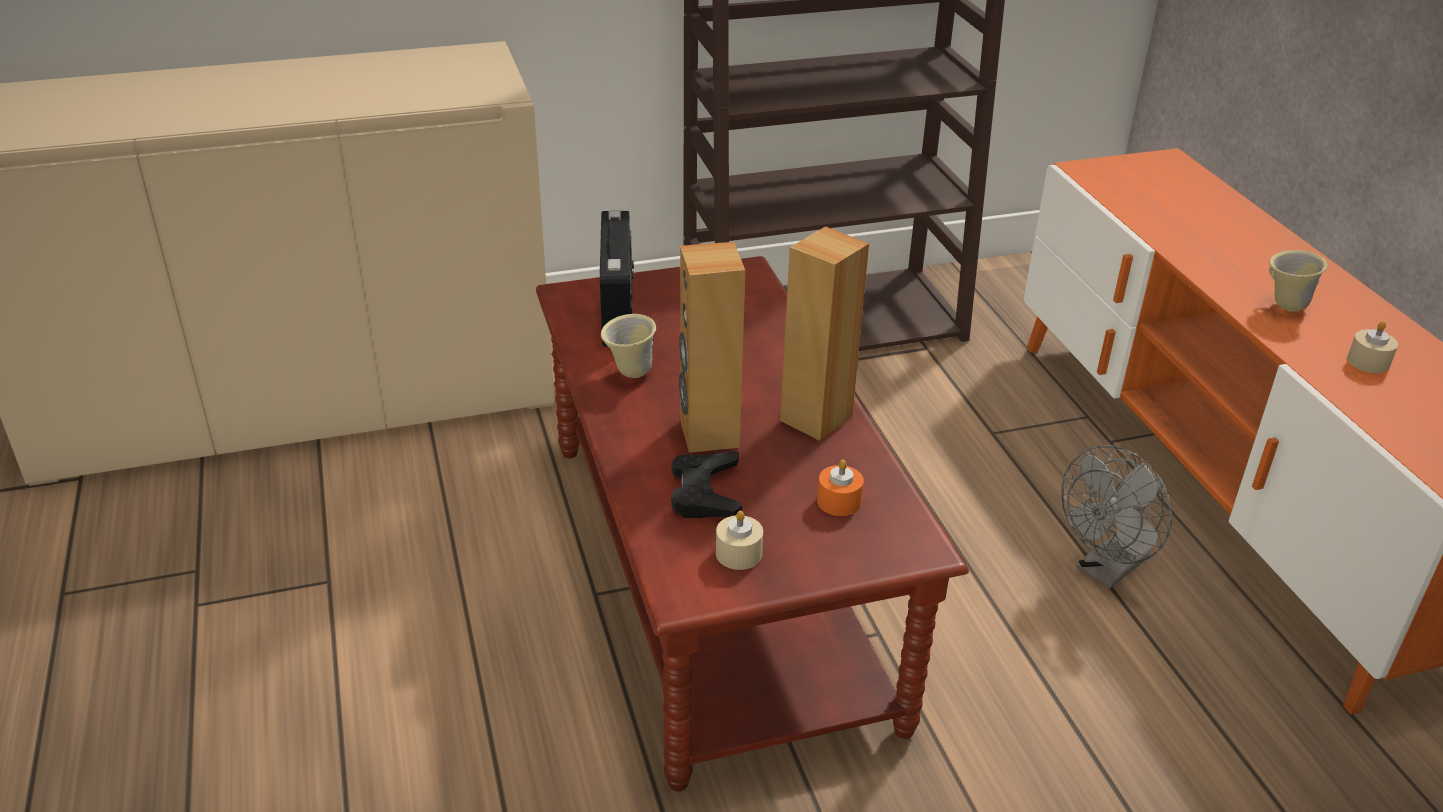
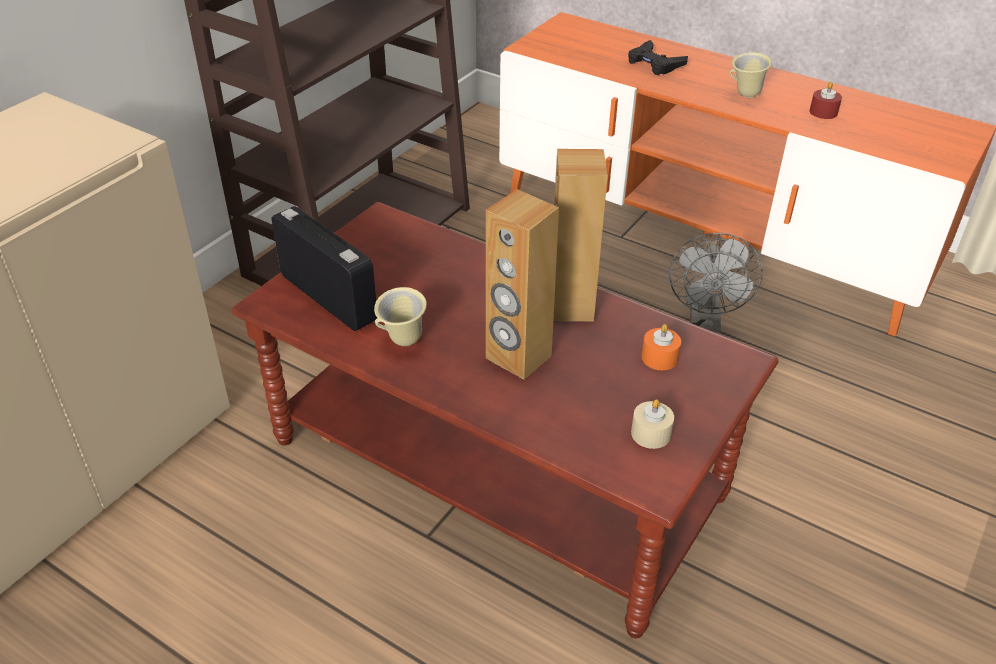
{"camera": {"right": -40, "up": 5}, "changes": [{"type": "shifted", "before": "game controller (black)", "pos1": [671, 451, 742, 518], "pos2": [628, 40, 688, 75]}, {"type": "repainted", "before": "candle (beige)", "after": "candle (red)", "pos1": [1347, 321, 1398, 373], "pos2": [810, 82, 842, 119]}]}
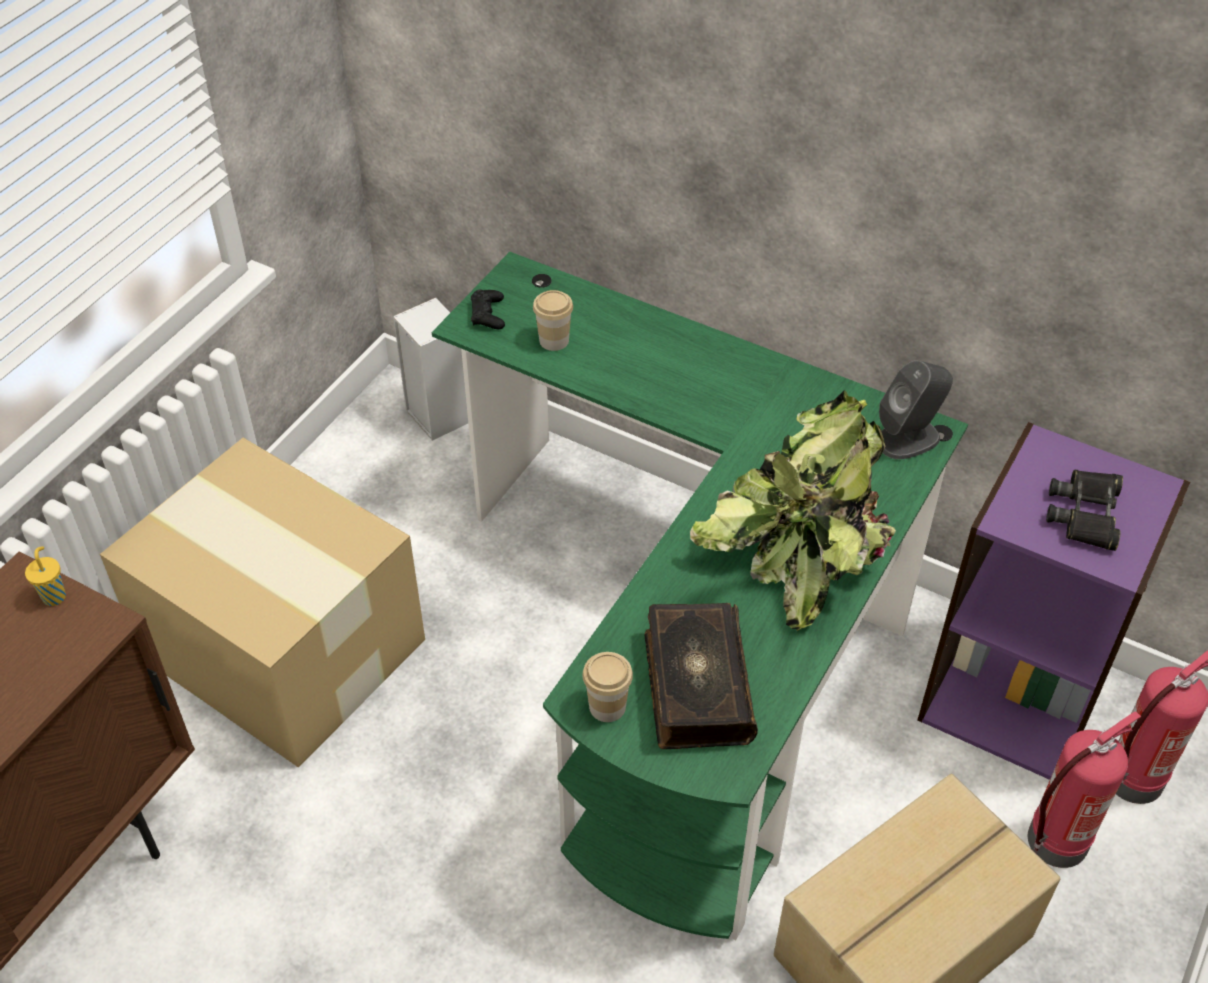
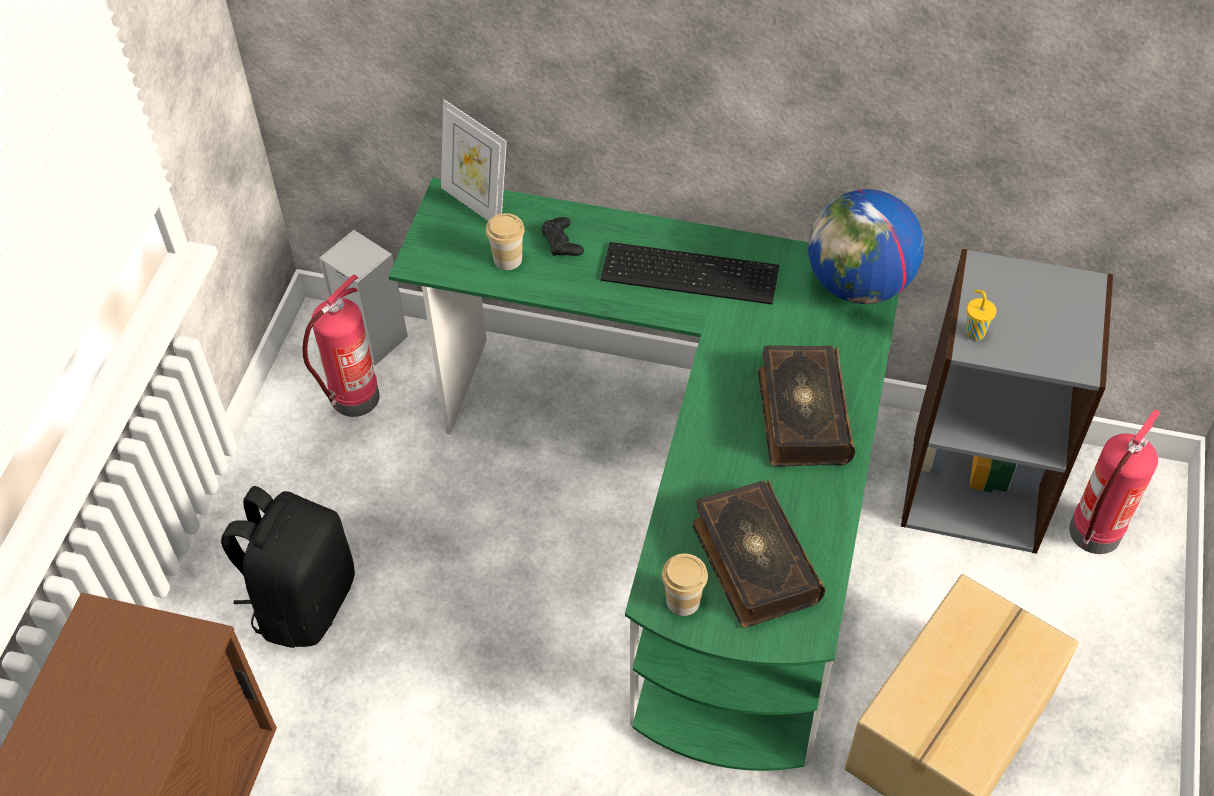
{"camera": {"right": -15, "up": 5}, "changes": [{"type": "swapped", "before": "cardboard box", "after": "backpack (black)", "pos1": [100, 438, 425, 768], "pos2": [221, 486, 355, 648]}, {"type": "shifted", "before": "fire extinguisher", "pos1": [1027, 711, 1141, 868], "pos2": [303, 274, 380, 417]}, {"type": "new", "after": "picture frame", "pos2": [441, 100, 507, 221]}, {"type": "shifted", "before": "game controller (black)", "pos1": [471, 289, 505, 329], "pos2": [541, 217, 584, 257]}, {"type": "new", "after": "keyboard", "pos2": [601, 242, 779, 304]}, {"type": "swapped", "before": "potted plant", "after": "book", "pos1": [690, 390, 896, 631], "pos2": [758, 345, 855, 467]}, {"type": "swapped", "before": "speaker (grey)", "after": "globe", "pos1": [879, 360, 953, 459], "pos2": [808, 189, 924, 304]}, {"type": "repainted", "before": "bookcase (purple)", "after": "bookcase (grey)", "pos1": [918, 422, 1190, 780], "pos2": [901, 249, 1113, 554]}, {"type": "shifted", "before": "cup (yellow)", "pos1": [25, 546, 66, 606], "pos2": [965, 290, 996, 341]}, {"type": "gone", "before": "binoculars (black)", "pos1": [1046, 470, 1123, 551]}]}
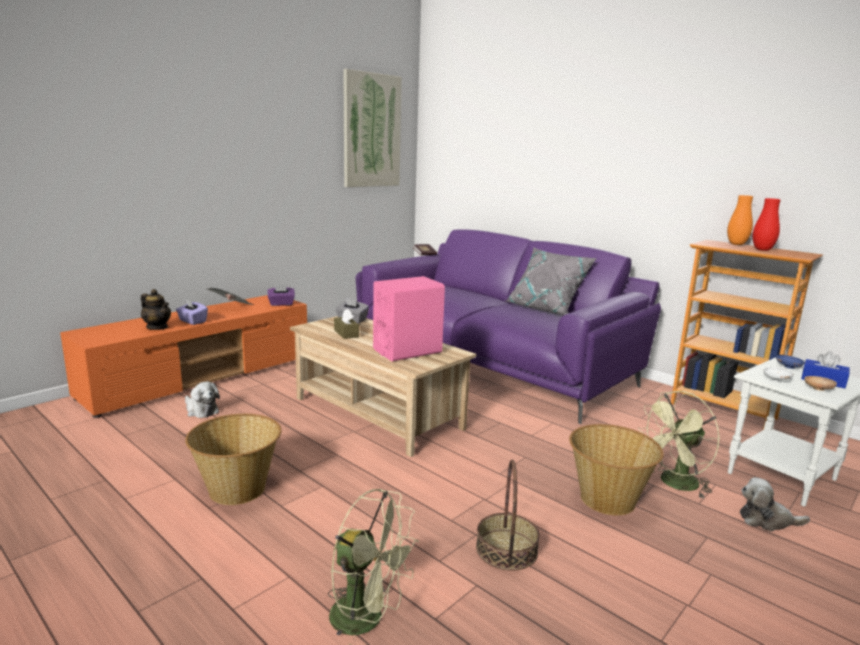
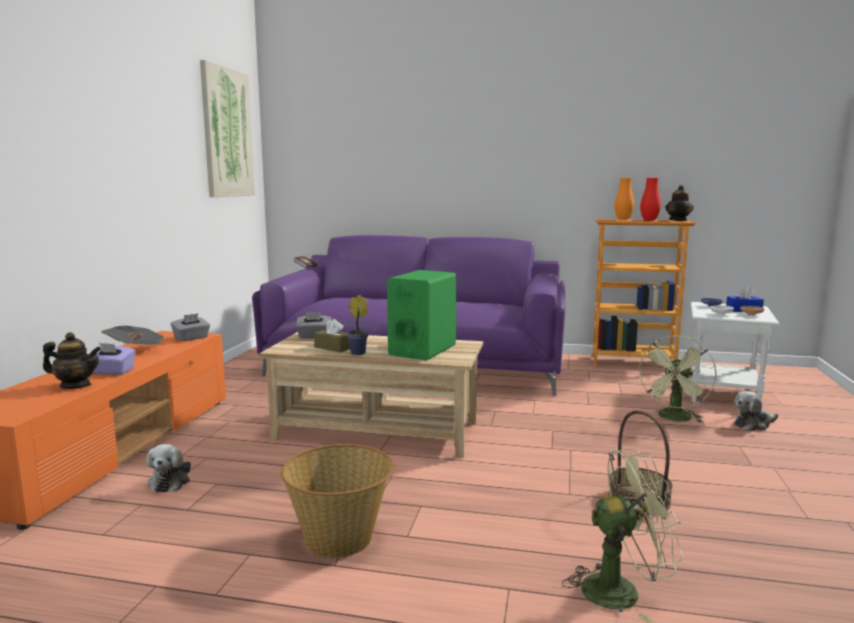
{"camera": {"right": -30, "up": -5}, "changes": [{"type": "rotated", "before": "plush toy", "pos1": [185, 382, 220, 418], "pos2": [147, 444, 191, 493], "turn": 75}, {"type": "repainted", "before": "tissue box (purple)", "after": "tissue box (grey)", "pos1": [268, 285, 295, 306], "pos2": [171, 313, 210, 342]}, {"type": "new", "after": "potted plant", "pos2": [347, 295, 369, 355]}, {"type": "repainted", "before": "speaker (pink)", "after": "speaker (green)", "pos1": [373, 276, 445, 361], "pos2": [387, 270, 456, 360]}, {"type": "new", "after": "teapot", "pos2": [665, 185, 693, 221]}, {"type": "gone", "before": "pillow (grey)", "pos1": [506, 247, 597, 316]}, {"type": "gone", "before": "basket", "pos1": [569, 424, 664, 515]}]}
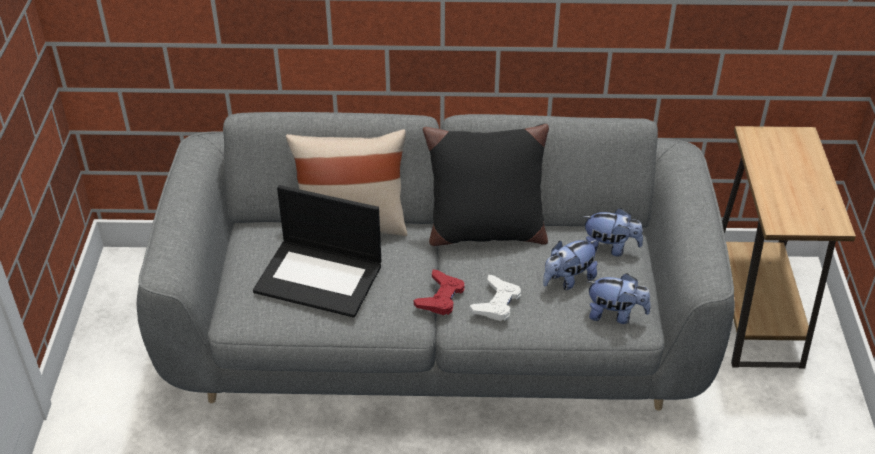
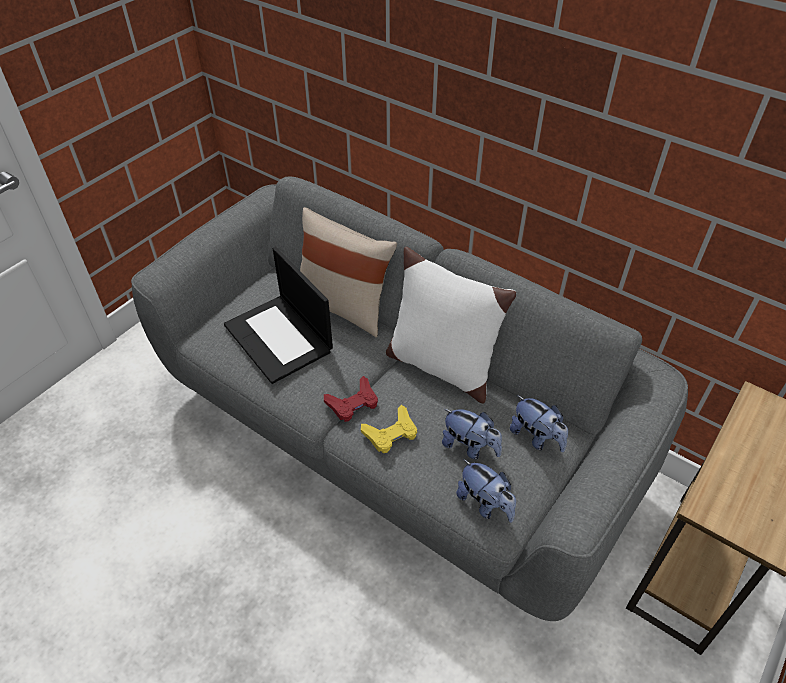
{"camera": {"right": 35, "up": 5}, "changes": [{"type": "repainted", "before": "game controller (white)", "after": "game controller (yellow)", "pos1": [470, 275, 521, 321], "pos2": [361, 405, 417, 453]}, {"type": "repainted", "before": "pillow (black)", "after": "pillow (white)", "pos1": [423, 124, 549, 246], "pos2": [386, 247, 516, 404]}, {"type": "rotated", "before": "plush toy", "pos1": [543, 240, 598, 290], "pos2": [442, 409, 502, 459], "turn": -150}]}
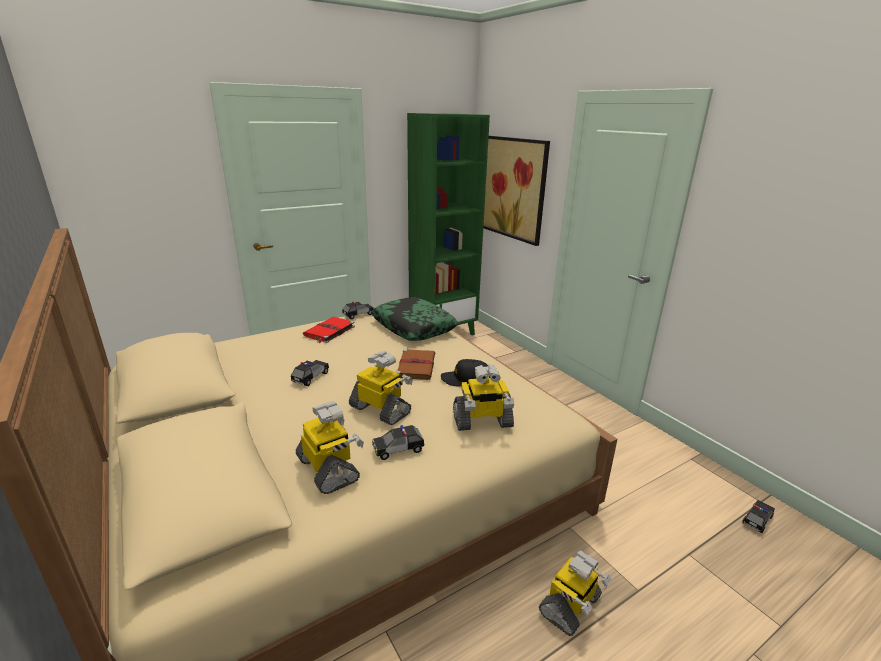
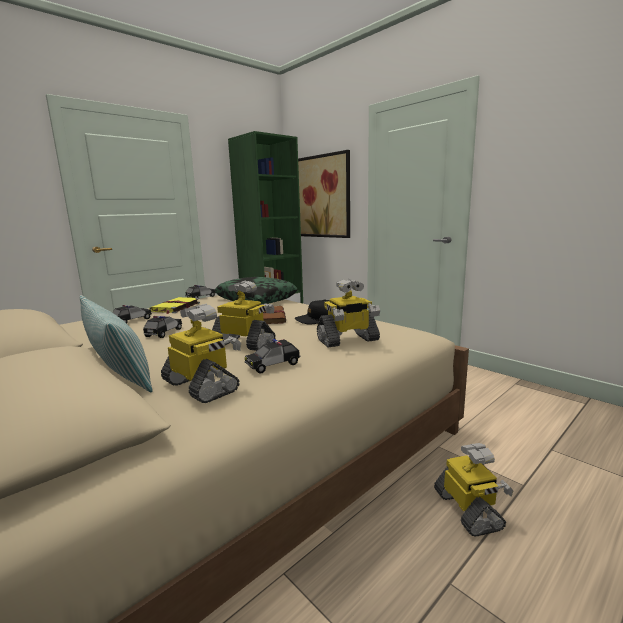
{"camera": {"right": -10, "up": -10}, "changes": [{"type": "new", "after": "pillow", "pos2": [79, 295, 152, 392]}, {"type": "shifted", "before": "toy car", "pos1": [742, 500, 775, 533], "pos2": [112, 305, 152, 323]}, {"type": "repainted", "before": "book (red)", "after": "book (yellow)", "pos1": [303, 317, 355, 343], "pos2": [149, 297, 200, 314]}, {"type": "rotated", "before": "toy robot", "pos1": [539, 550, 612, 636], "pos2": [434, 443, 513, 537], "turn": -45}]}
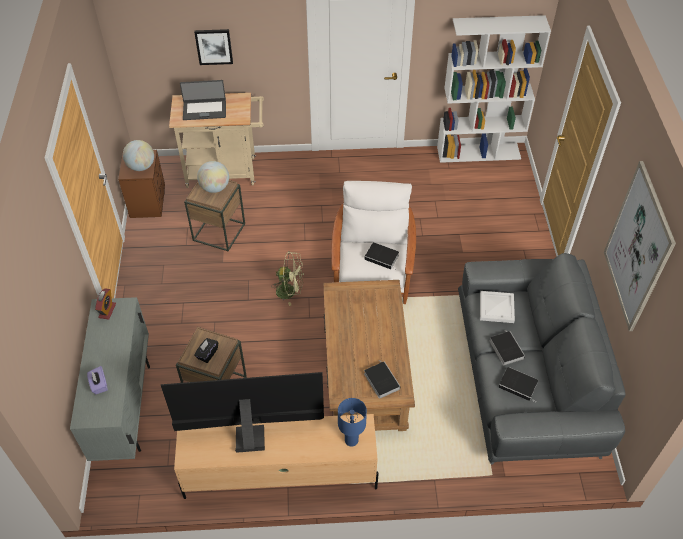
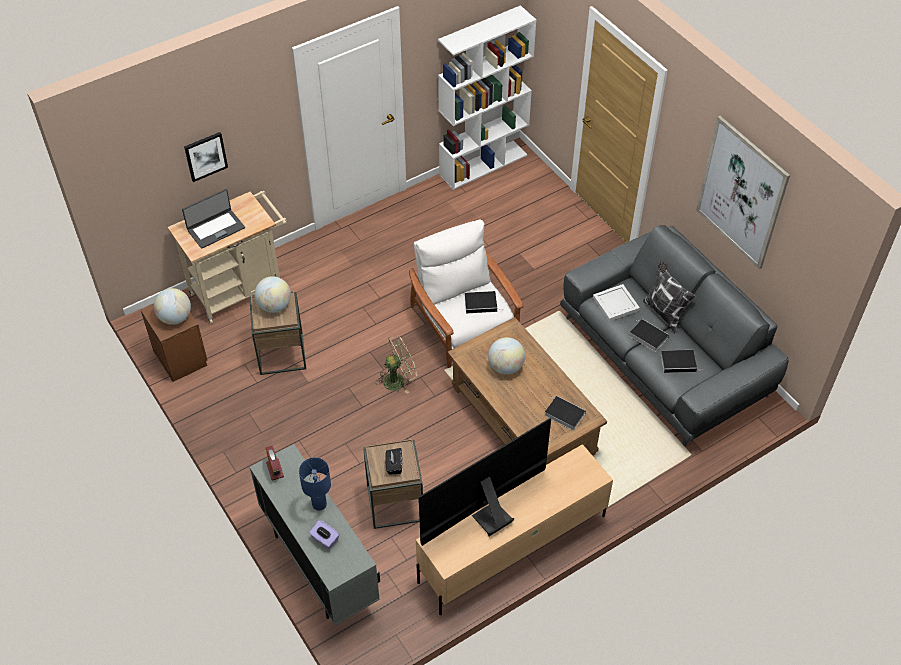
{"camera": {"right": -30, "up": 0}, "changes": [{"type": "shifted", "before": "table lamp (blue)", "pos1": [338, 398, 367, 447], "pos2": [299, 458, 331, 511]}, {"type": "new", "after": "globe", "pos2": [488, 337, 525, 375]}, {"type": "new", "after": "pillow", "pos2": [643, 260, 695, 333]}]}
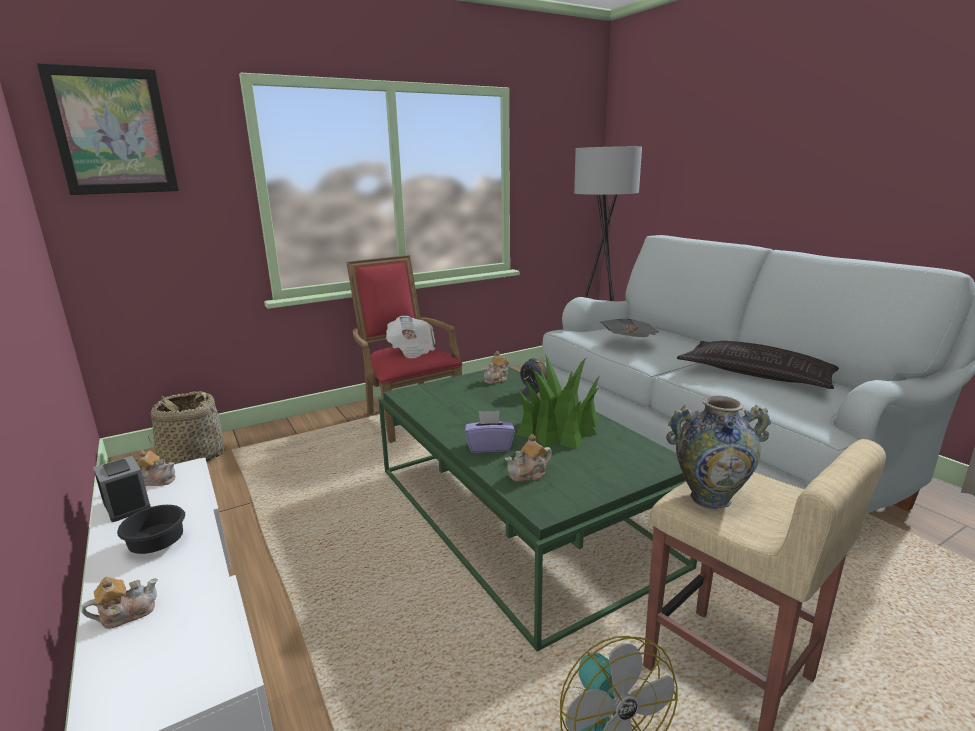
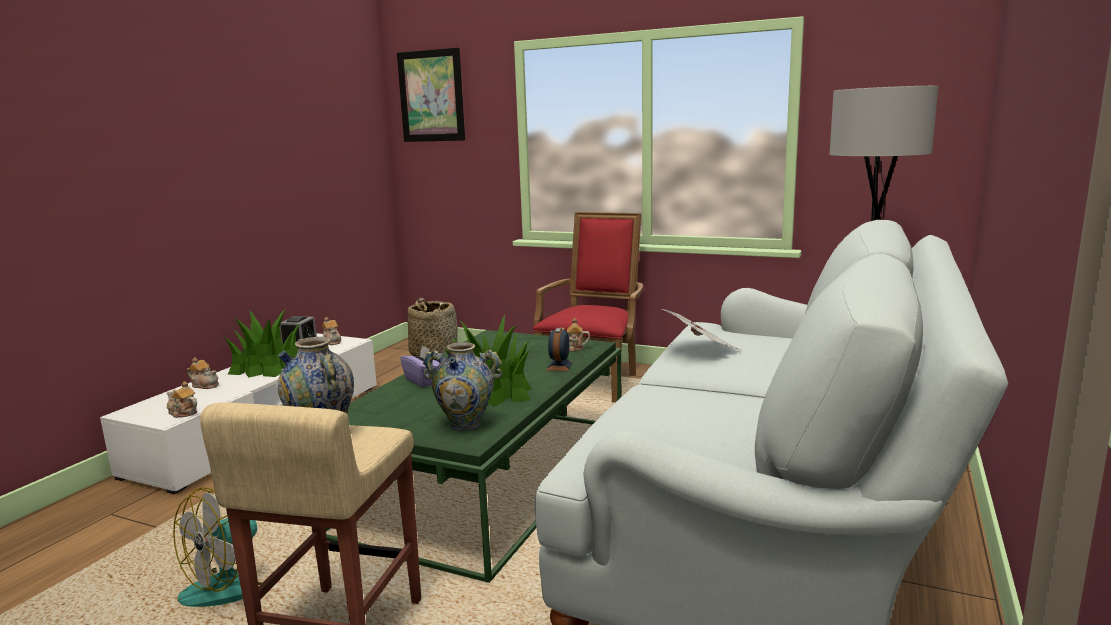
{"camera": {"right": 55, "up": -5}, "changes": [{"type": "shifted", "before": "teapot", "pos1": [505, 434, 552, 482], "pos2": [167, 381, 197, 418]}, {"type": "swapped", "before": "bowl (black)", "after": "potted plant", "pos1": [117, 505, 185, 554], "pos2": [224, 309, 299, 377]}, {"type": "new", "after": "vase", "pos2": [423, 342, 502, 431]}, {"type": "gone", "before": "newspaper", "pos1": [386, 316, 435, 359]}, {"type": "gone", "before": "pillow", "pos1": [677, 341, 839, 389]}]}
